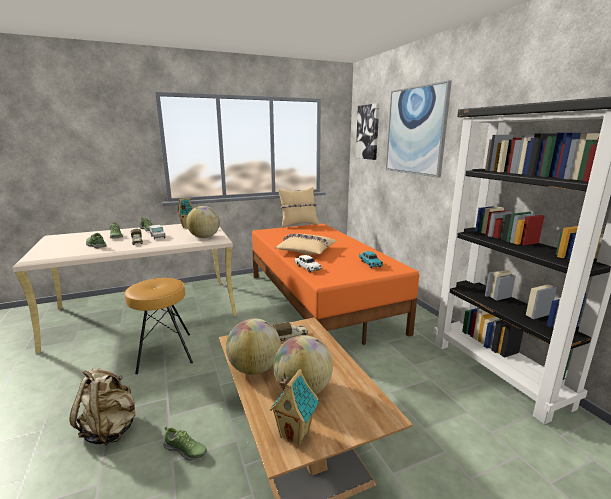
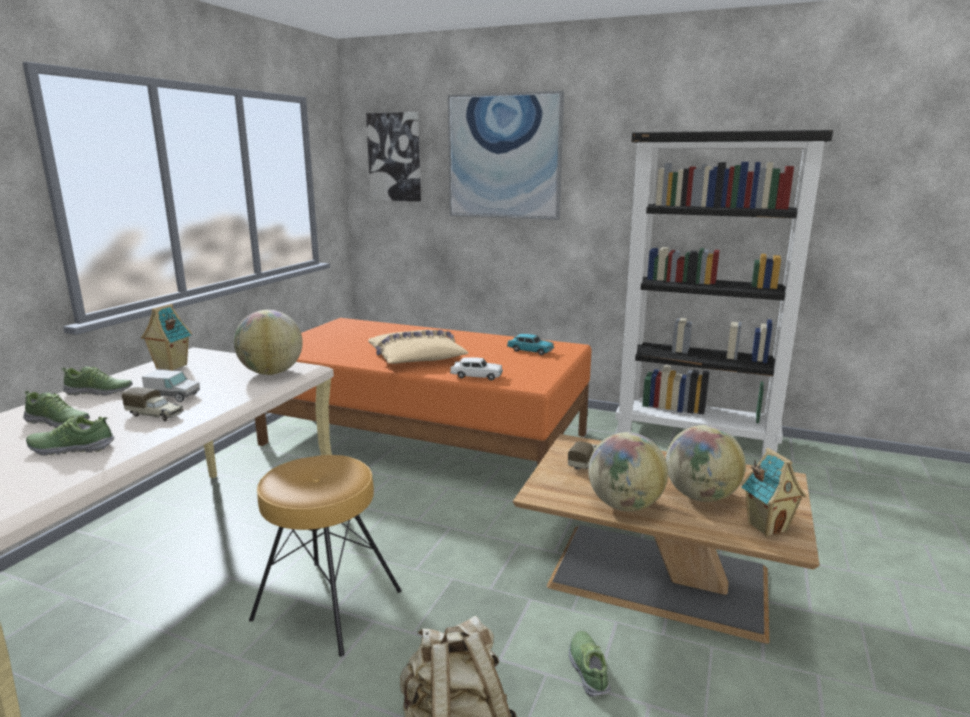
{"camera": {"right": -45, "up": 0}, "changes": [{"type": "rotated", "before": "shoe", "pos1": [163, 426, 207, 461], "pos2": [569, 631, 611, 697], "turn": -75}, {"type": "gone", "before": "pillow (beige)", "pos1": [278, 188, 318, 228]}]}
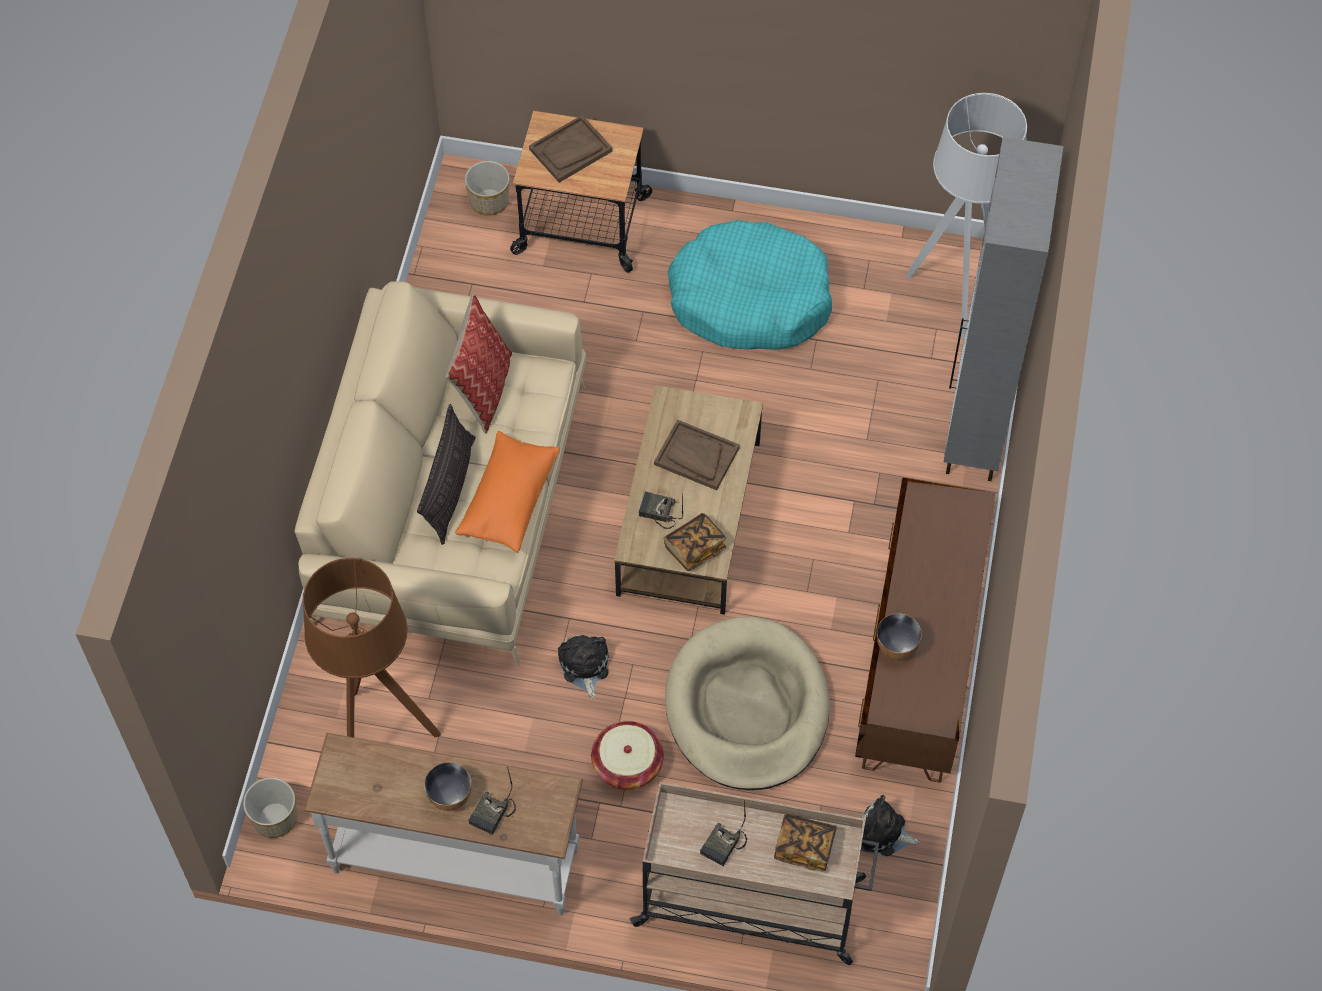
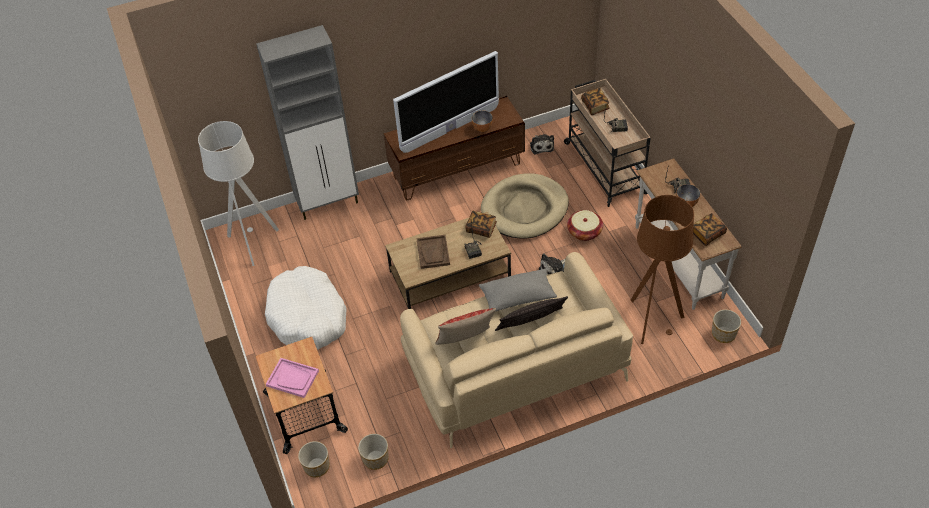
{"camera": {"right": -120, "up": -10}, "changes": [{"type": "repainted", "before": "dog bed (turquoise)", "after": "dog bed (white)", "pos1": [668, 220, 832, 350], "pos2": [265, 266, 347, 350]}, {"type": "repainted", "before": "tray (brown)", "after": "tray (pink)", "pos1": [529, 115, 612, 183], "pos2": [266, 358, 319, 398]}, {"type": "new", "after": "planter", "pos2": [358, 434, 389, 470]}, {"type": "new", "after": "television", "pos2": [393, 51, 499, 153]}, {"type": "repainted", "before": "pillow (orange)", "after": "pillow (grey)", "pos1": [455, 431, 560, 553], "pos2": [479, 269, 557, 312]}, {"type": "new", "after": "book", "pos2": [693, 213, 727, 246]}]}
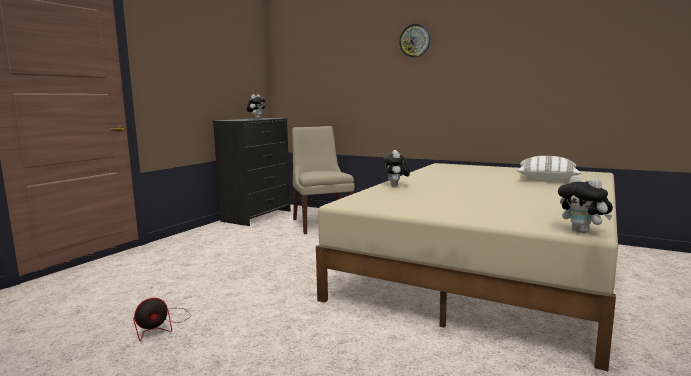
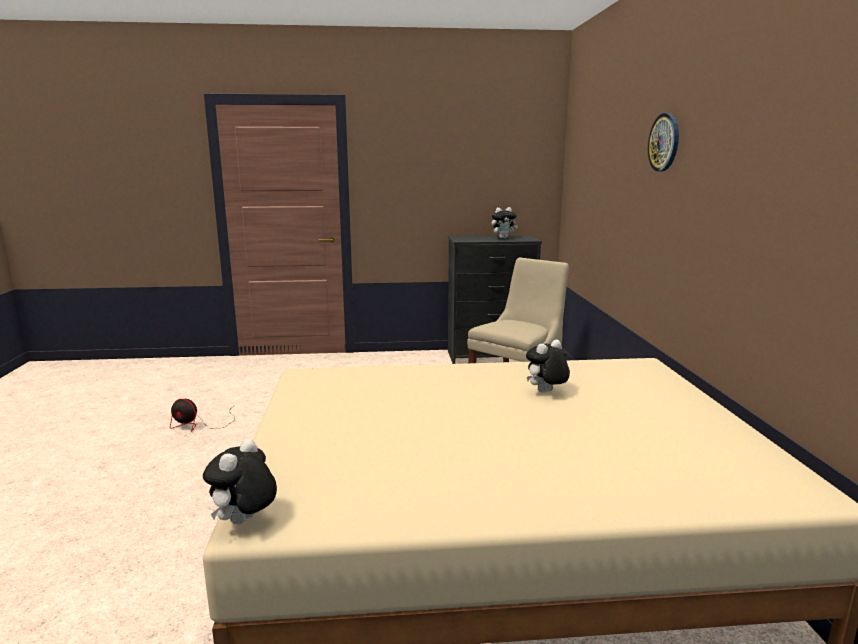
{"camera": {"right": 55, "up": 5}, "changes": [{"type": "shifted", "before": "plush toy", "pos1": [383, 150, 410, 187], "pos2": [526, 340, 570, 393]}, {"type": "gone", "before": "pillow (white)", "pos1": [517, 156, 581, 180]}]}
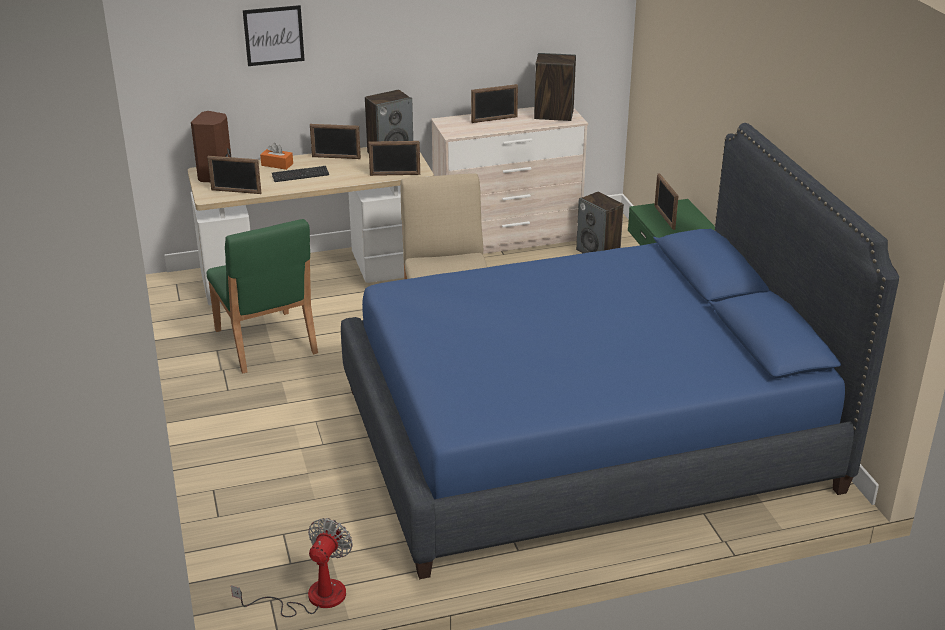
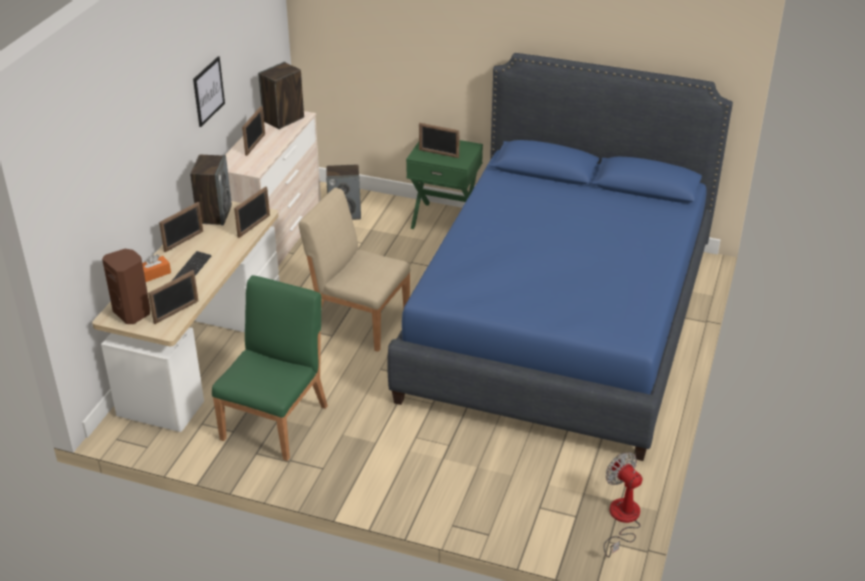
{"camera": {"right": -55, "up": 5}, "changes": [{"type": "shifted", "before": "picture", "pos1": [243, 5, 305, 66], "pos2": [193, 56, 225, 127]}, {"type": "rotated", "before": "chair (green)", "pos1": [207, 219, 318, 373], "pos2": [212, 275, 328, 461], "turn": -75}]}
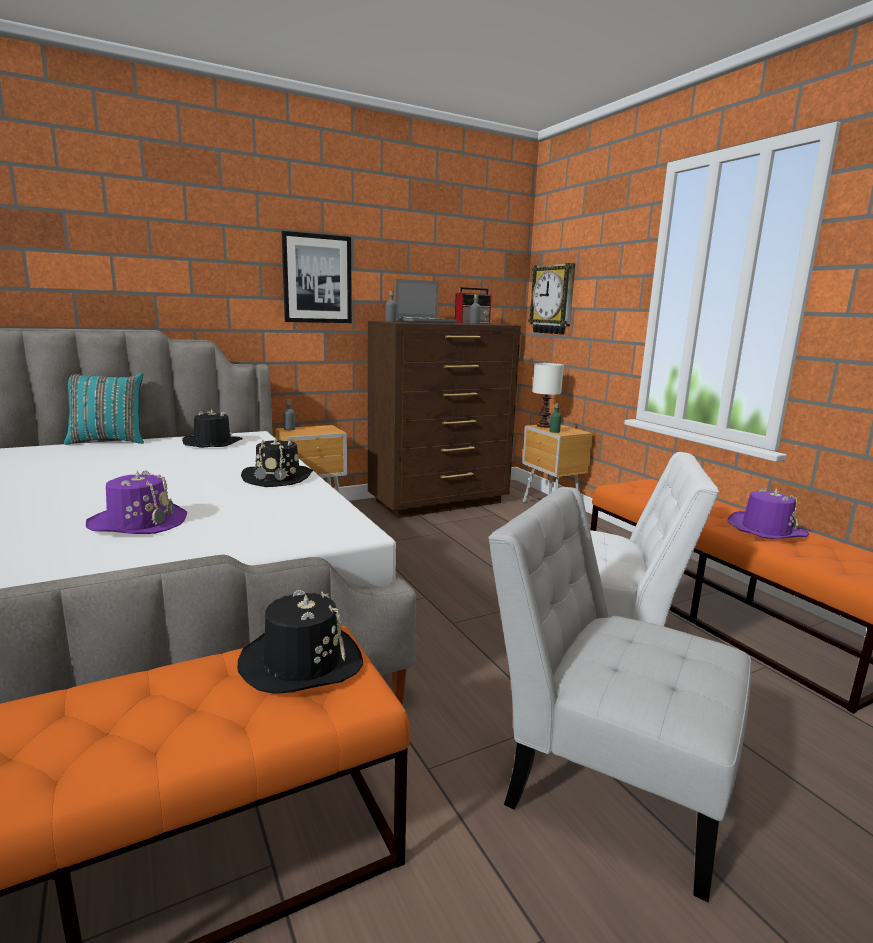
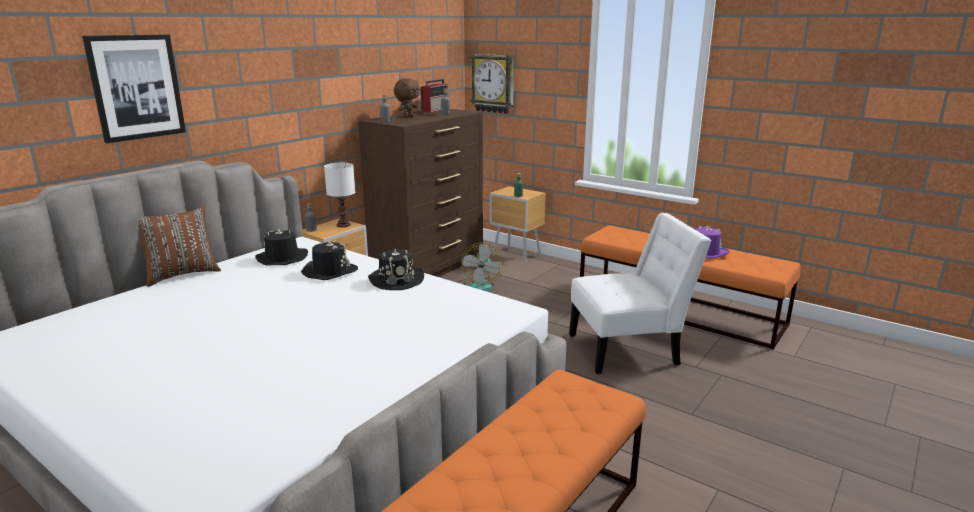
{"camera": {"right": -25, "up": 5}, "changes": [{"type": "shifted", "before": "picture", "pos1": [282, 231, 352, 323], "pos2": [82, 34, 186, 143]}, {"type": "repainted", "before": "pillow (turquoise)", "after": "pillow (brown)", "pos1": [64, 373, 144, 445], "pos2": [139, 205, 221, 287]}, {"type": "shifted", "before": "hat (black)", "pos1": [237, 590, 363, 693], "pos2": [301, 240, 358, 280]}, {"type": "shifted", "before": "table lamp (white)", "pos1": [532, 363, 564, 428], "pos2": [324, 163, 355, 227]}, {"type": "swapped", "before": "laptop", "after": "plush toy (brown)", "pos1": [395, 279, 457, 323], "pos2": [394, 78, 420, 118]}, {"type": "new", "after": "fan", "pos2": [458, 243, 503, 291]}, {"type": "gone", "before": "hat (purple)", "pos1": [86, 470, 187, 534]}, {"type": "gone", "before": "chair (white)", "pos1": [488, 487, 752, 902]}]}
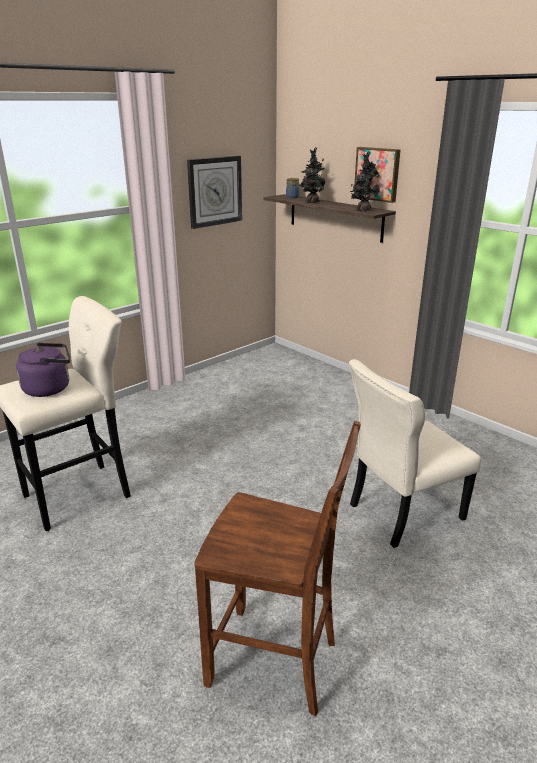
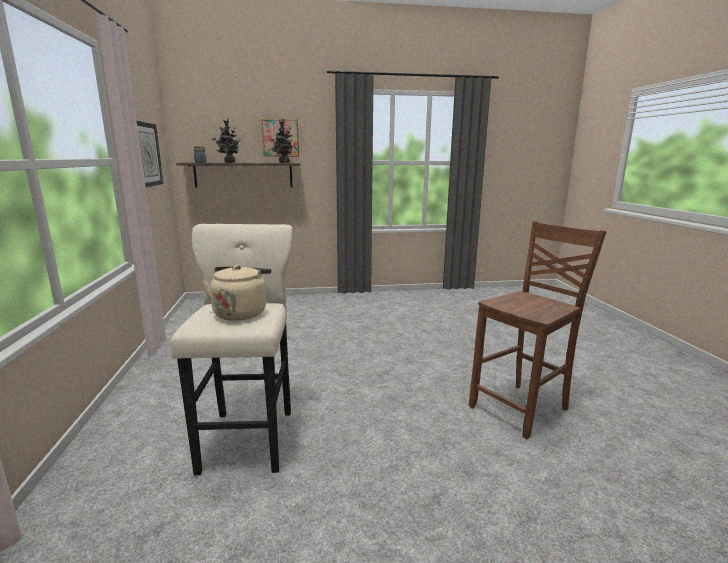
{"camera": {"right": -55, "up": -10}, "changes": [{"type": "repainted", "before": "kettle (purple)", "after": "kettle (beige)", "pos1": [16, 343, 70, 397], "pos2": [202, 265, 271, 321]}, {"type": "gone", "before": "chair (beige)", "pos1": [349, 359, 481, 548]}]}
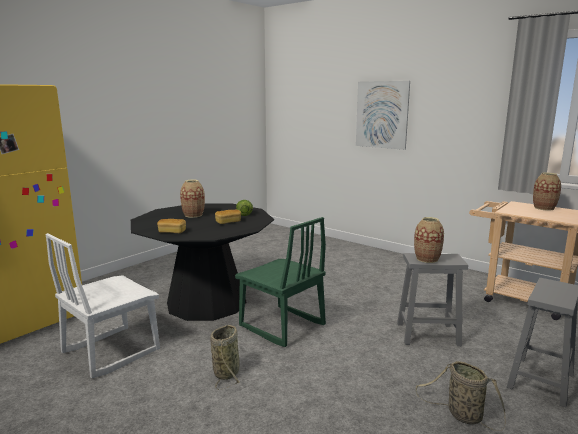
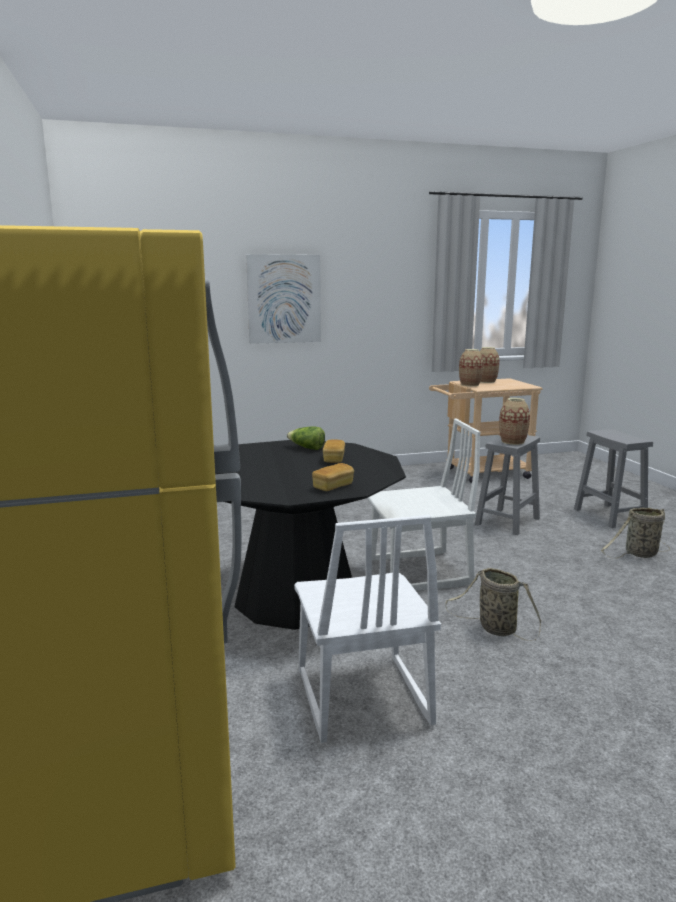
{"camera": {"right": -55, "up": 0}, "changes": [{"type": "repainted", "before": "chair (green)", "after": "chair (white)", "pos1": [235, 217, 326, 347], "pos2": [368, 418, 480, 591]}, {"type": "shifted", "before": "vase", "pos1": [180, 179, 205, 218], "pos2": [459, 349, 483, 386]}]}
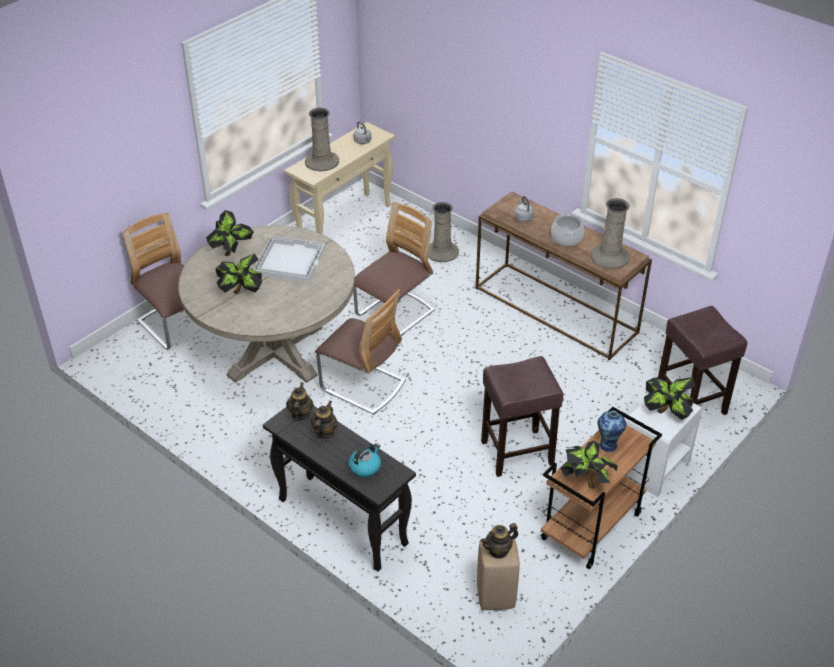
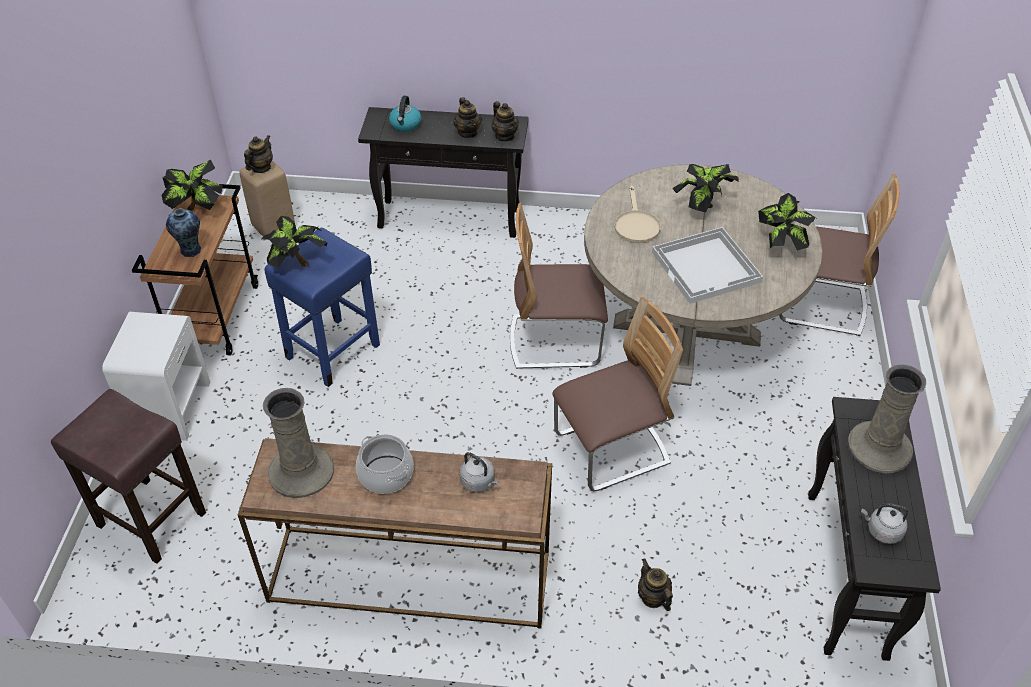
{"camera": {"right": 145, "up": 5}, "changes": [{"type": "shifted", "before": "potted plant", "pos1": [644, 377, 696, 420], "pos2": [261, 216, 328, 269]}, {"type": "repainted", "before": "stool (brown)", "after": "stool (blue)", "pos1": [481, 356, 564, 477], "pos2": [264, 228, 380, 387]}, {"type": "rotated", "before": "chair", "pos1": [353, 202, 435, 336], "pos2": [552, 296, 683, 491], "turn": -120}, {"type": "new", "after": "frying pan (beige)", "pos2": [614, 186, 661, 243]}, {"type": "swapped", "before": "vase (beige)", "after": "teapot", "pos1": [428, 202, 459, 262], "pos2": [638, 559, 673, 611]}, {"type": "repainted", "before": "console table (beige)", "after": "console table (black)", "pos1": [284, 122, 395, 235], "pos2": [808, 397, 941, 661]}]}
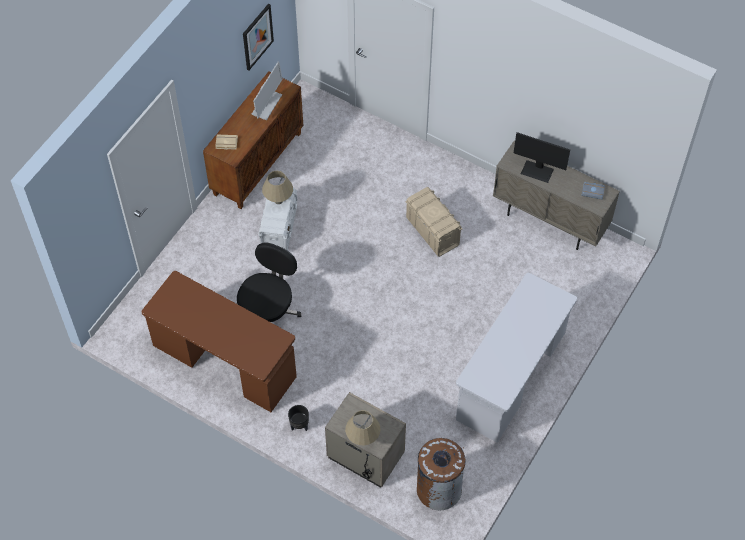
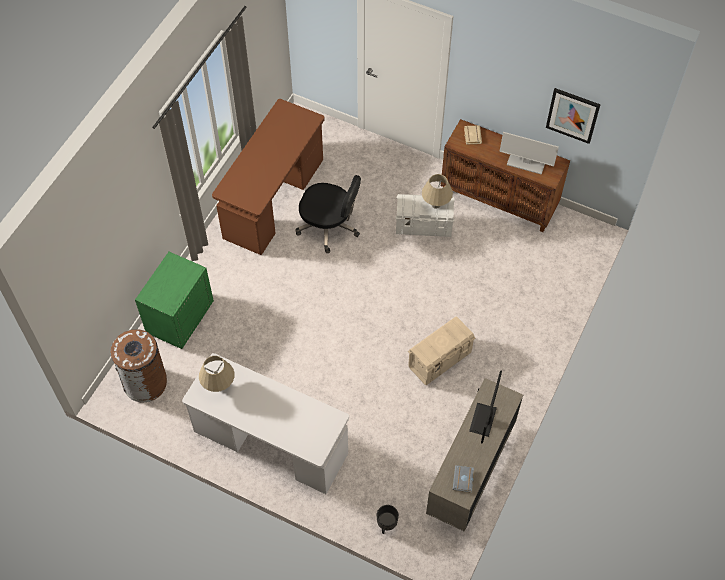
{"camera": {"right": 85, "up": 0}, "changes": [{"type": "repainted", "before": "nightstand (beige)", "after": "nightstand (green)", "pos1": [325, 392, 406, 488], "pos2": [135, 252, 214, 349]}, {"type": "shifted", "before": "table lamp (beige)", "pos1": [345, 410, 380, 445], "pos2": [199, 356, 235, 392]}, {"type": "shifted", "before": "planter (black)", "pos1": [288, 405, 309, 431], "pos2": [377, 505, 399, 534]}]}
